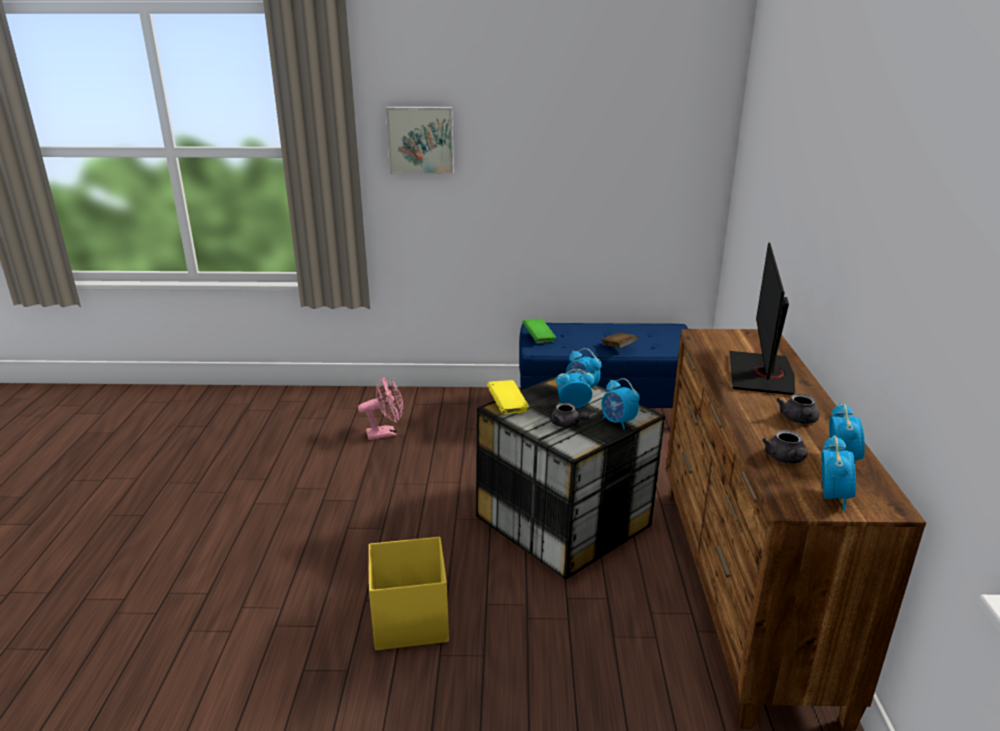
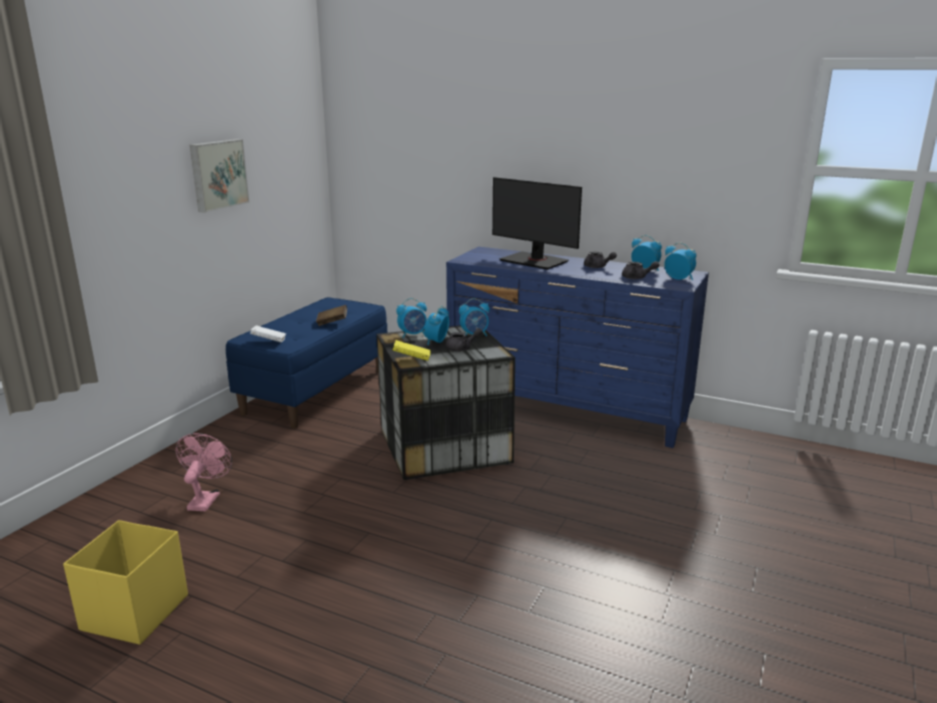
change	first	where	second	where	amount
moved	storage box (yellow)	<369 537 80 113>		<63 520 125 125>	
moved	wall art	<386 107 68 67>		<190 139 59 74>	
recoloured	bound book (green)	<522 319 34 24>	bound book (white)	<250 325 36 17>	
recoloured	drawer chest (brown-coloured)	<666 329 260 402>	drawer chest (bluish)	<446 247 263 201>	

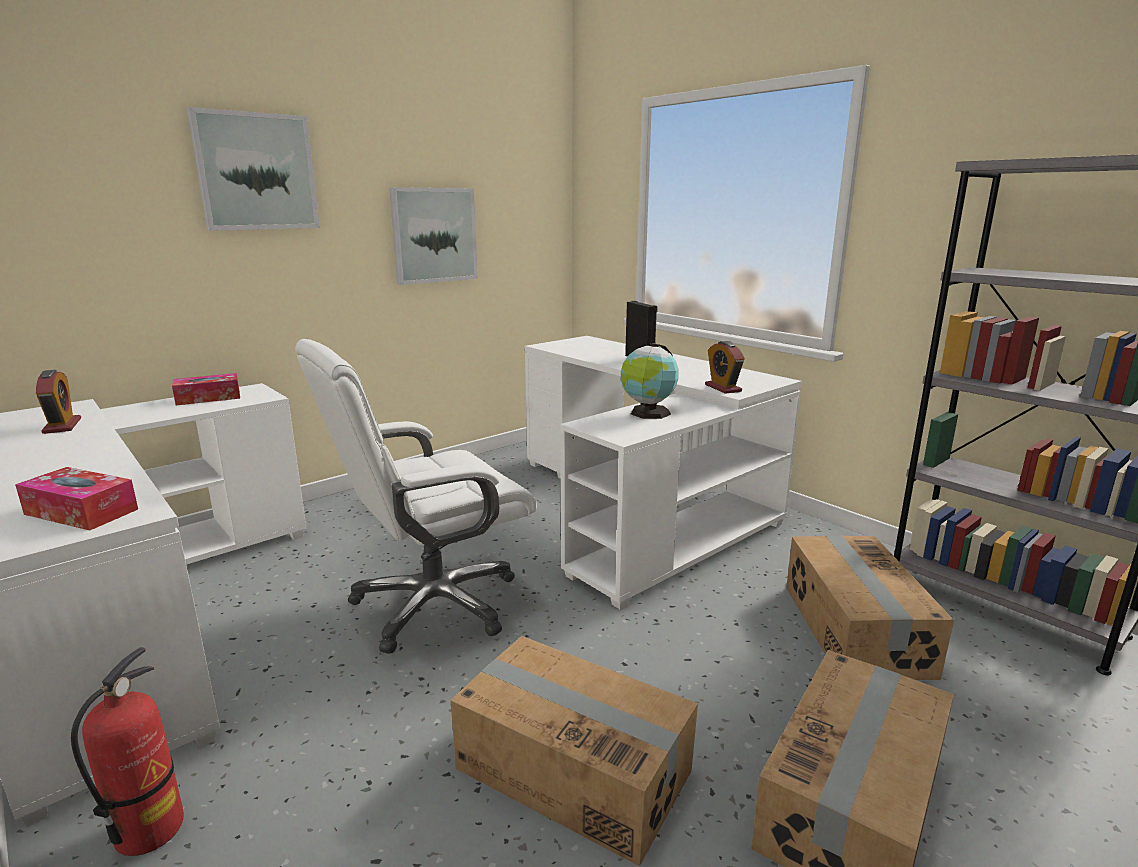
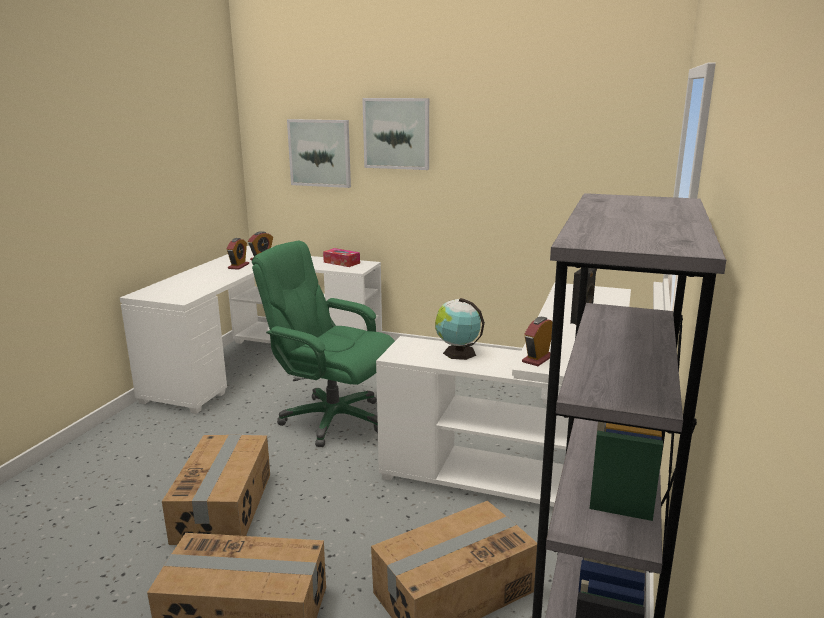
change	first	where	second	where	amount
removed	tissue holder	<15 467 123 64>			
removed	fire extinguisher	<71 647 113 209>			
added			alarm clock	<227 238 22 32>	
moved	wall art	<389 187 89 98>		<287 119 64 69>	
recoloured	computer chair (white)	<295 339 242 315>	computer chair (green)	<252 241 143 206>	

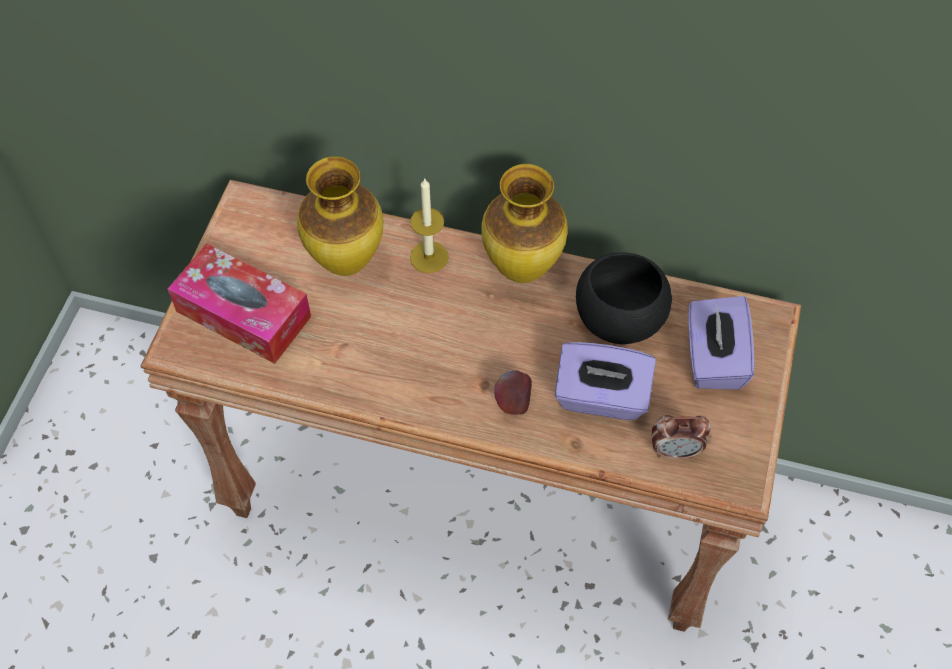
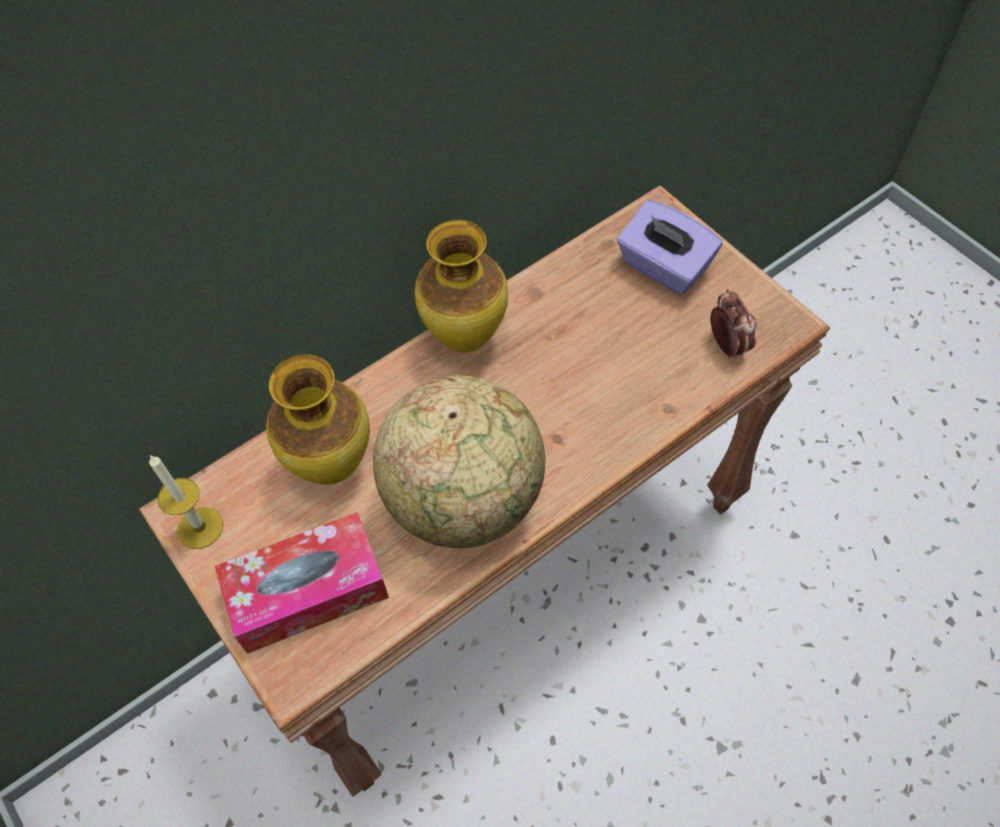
change	first	where	second	where	amount
removed	whole apple	<494 370 38 45>			
removed	tissue holder (purplish)	<555 342 101 78>			
removed	bowl (blackish)	<576 252 96 92>			
added			world globe	<373 375 172 173>	
moved	wax candle	<410 179 39 94>		<149 455 74 94>	
turned	alarm clock	<652 415 59 44>		<711 289 46 70>	60 degrees counterclockwise

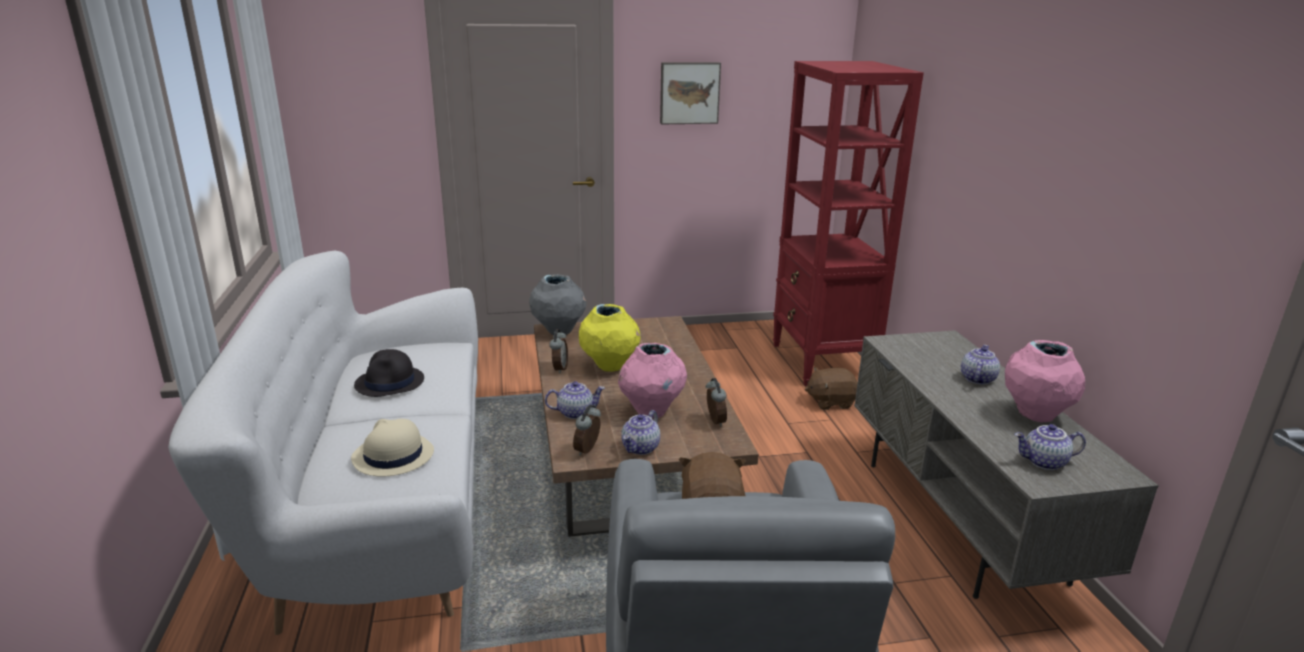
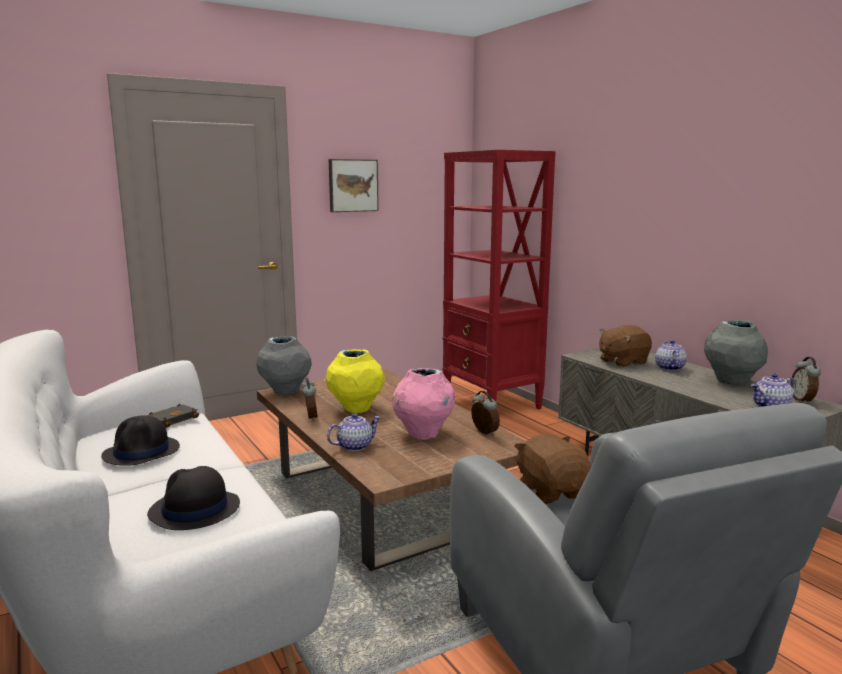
change	first	where	second	where	amount
removed	pot for tea	<621 410 39 45>			
added			bound book (blackish)	<147 403 52 25>	
moved	alarm clock	<573 405 28 51>		<790 357 31 47>	
moved	cuddly toy (brown-coloured)	<805 367 53 43>		<599 325 53 42>	
recoloured	clothing hat (beige-coloured)	<351 419 83 58>	clothing hat (blackish)	<147 466 93 64>	
recoloured	vase (pink)	<1005 340 80 83>	vase (greyish)	<704 320 64 66>	

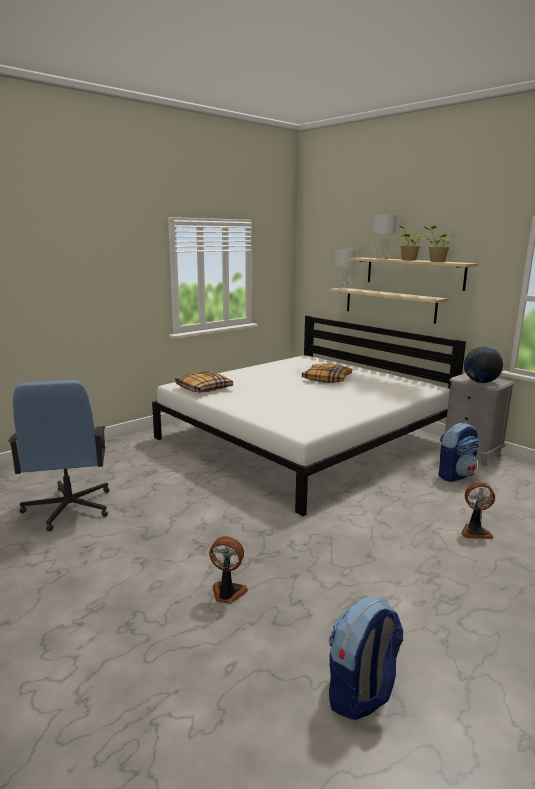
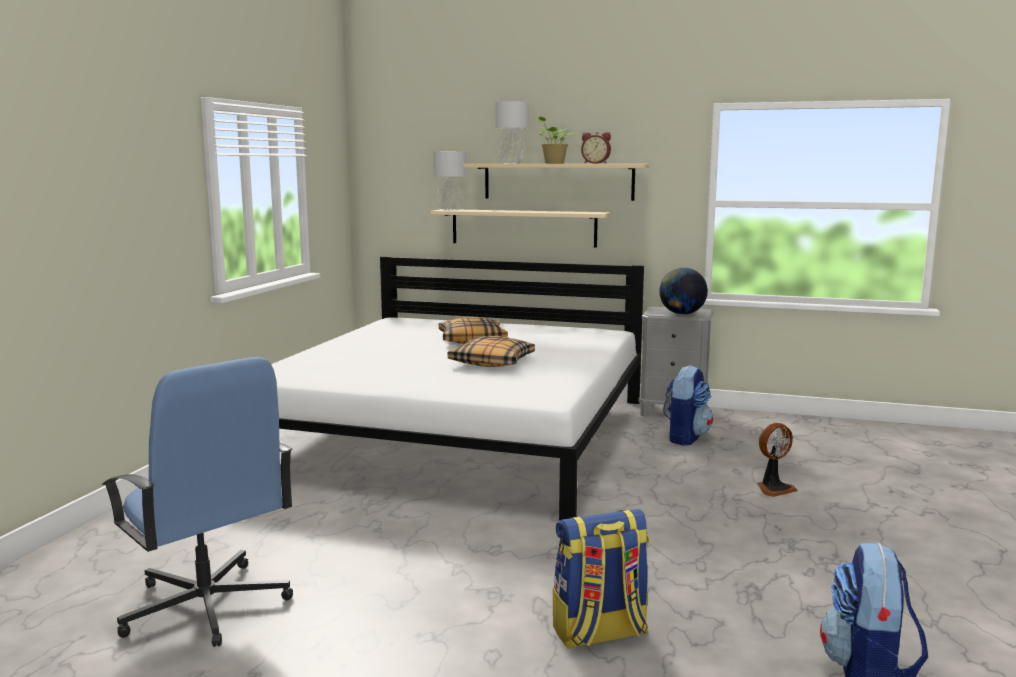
change	first	where	second	where	amount
moved	throw pillow	<175 372 58 20>		<447 336 88 31>	
replaced	electric fan	<209 536 39 68>	knapsack	<553 509 96 140>	
replaced	plant in a pot	<423 226 29 36>	alarm clock	<581 132 30 32>	

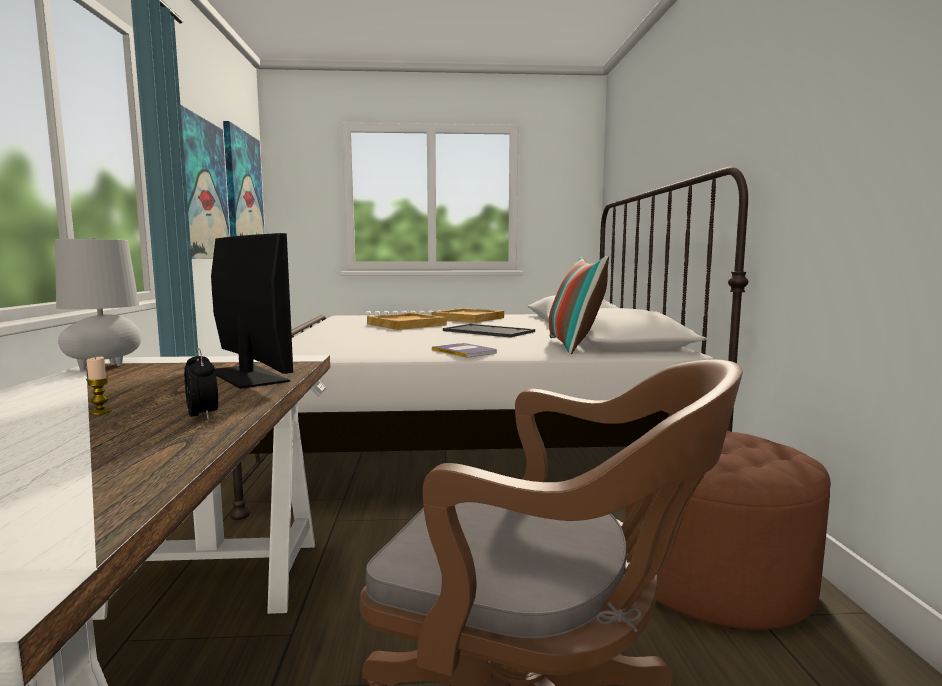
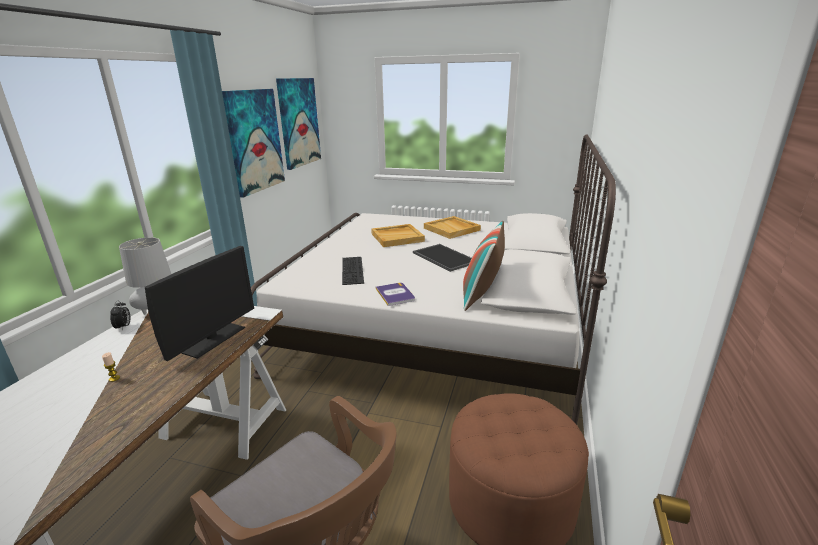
change	first	where	second	where	amount
added			PC keyboard	<342 257 22 28>	
moved	alarm clock	<184 348 34 72>		<110 300 20 31>	
turned	computer display	<211 233 82 156>		<145 246 109 115>	45 degrees clockwise

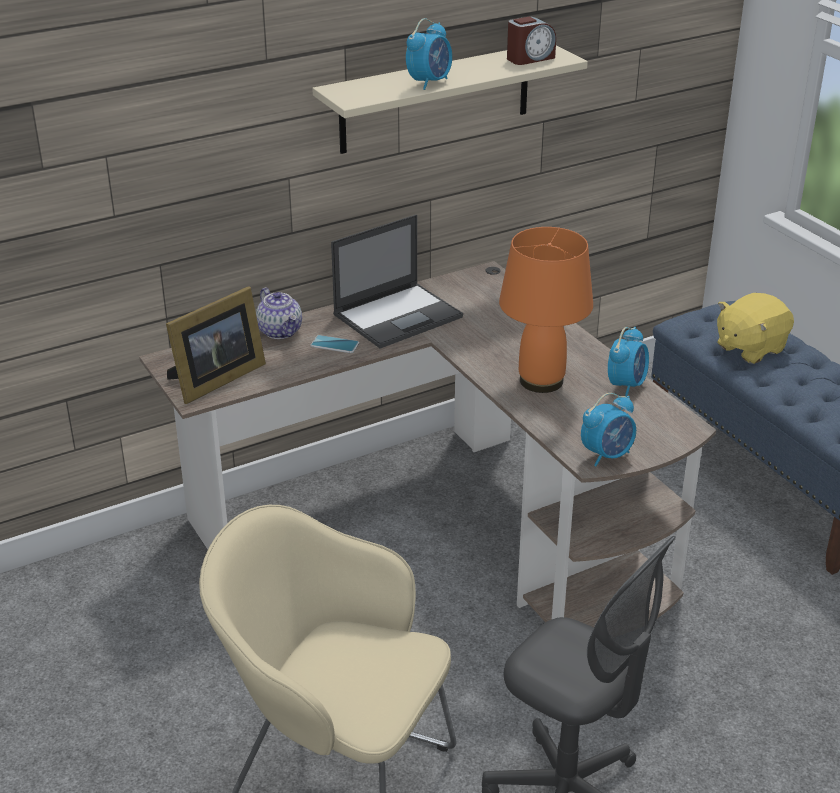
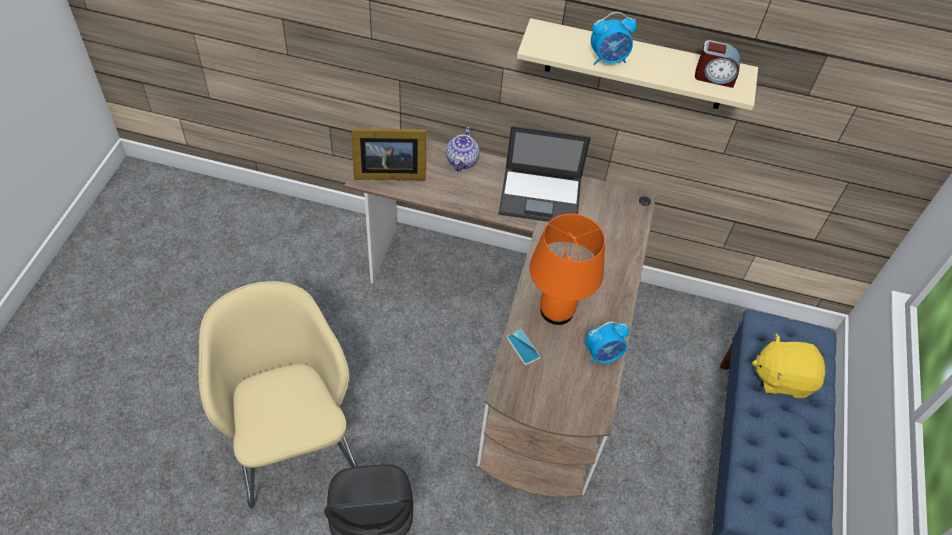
change	first	where	second	where	amount
removed	alarm clock	<581 393 55 74>			
moved	phone	<310 335 49 18>		<507 330 33 35>	

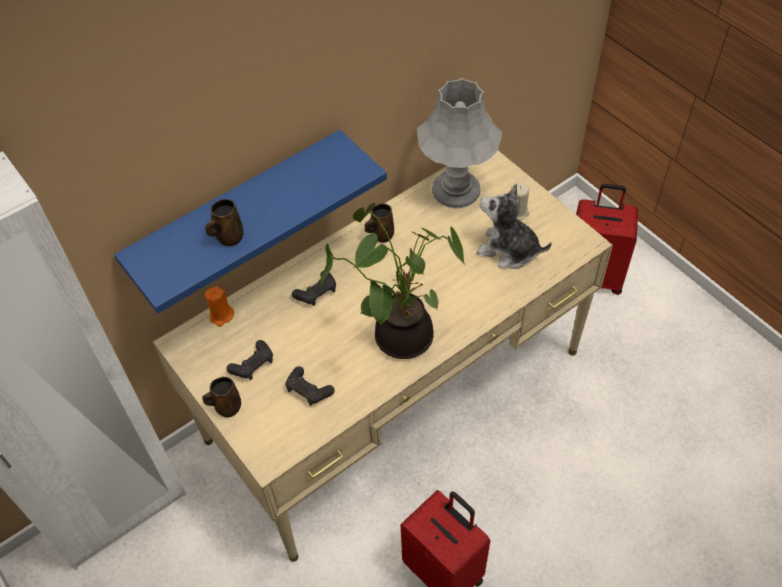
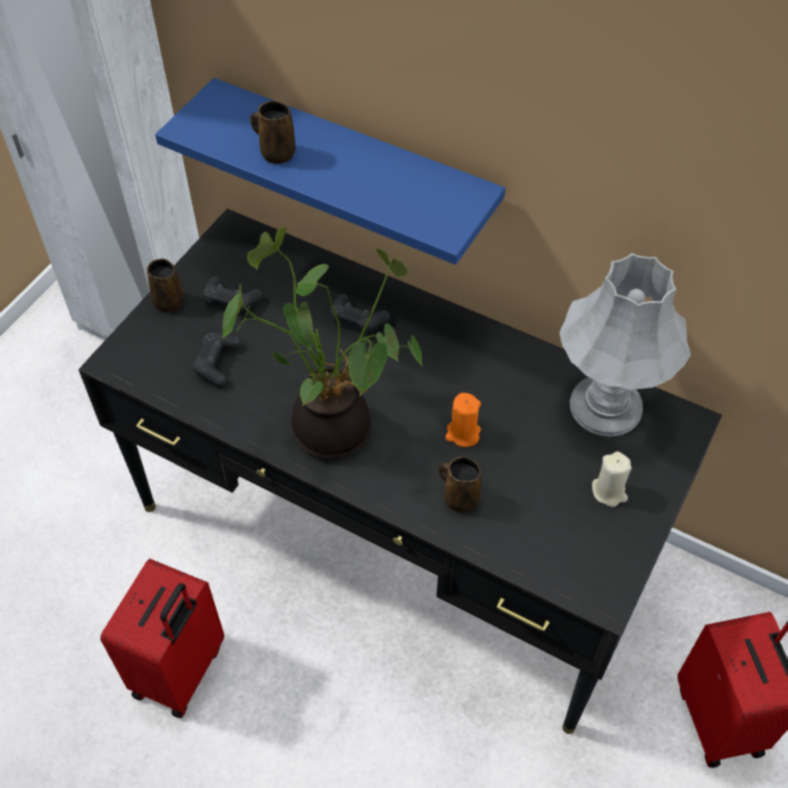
change	first	where	second	where	amount
removed	cuddly toy	<477 184 75 85>			
moved	wax candle (orange-coloured)	<205 286 29 41>		<445 393 36 54>	
moved	coffee mug (brown-coloured)	<365 204 29 39>		<438 456 44 57>	
recoloured	desk (beige-coloured)	<153 150 460 412>	desk (blackish)	<78 209 644 525>	

